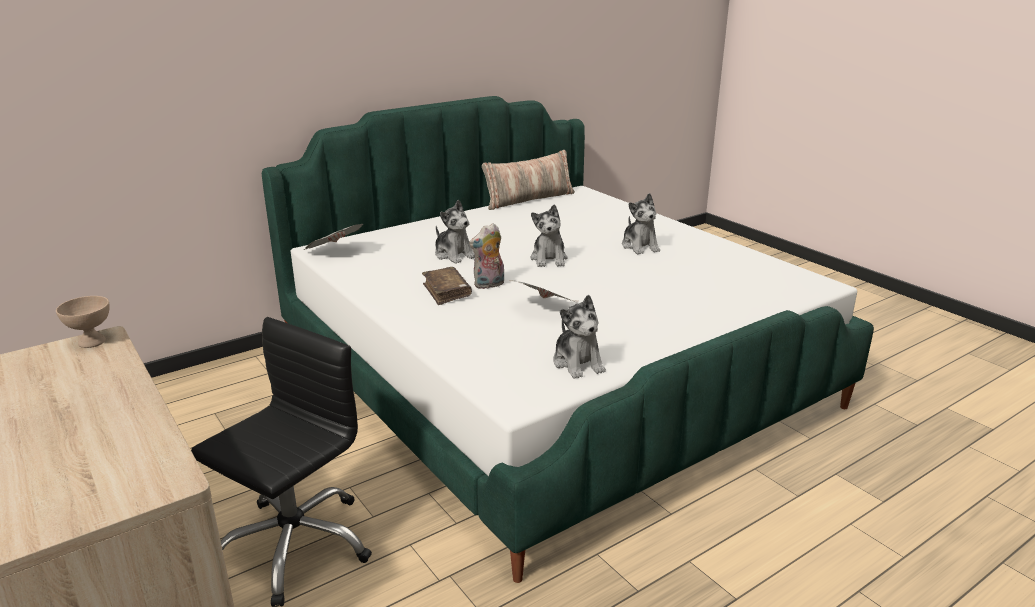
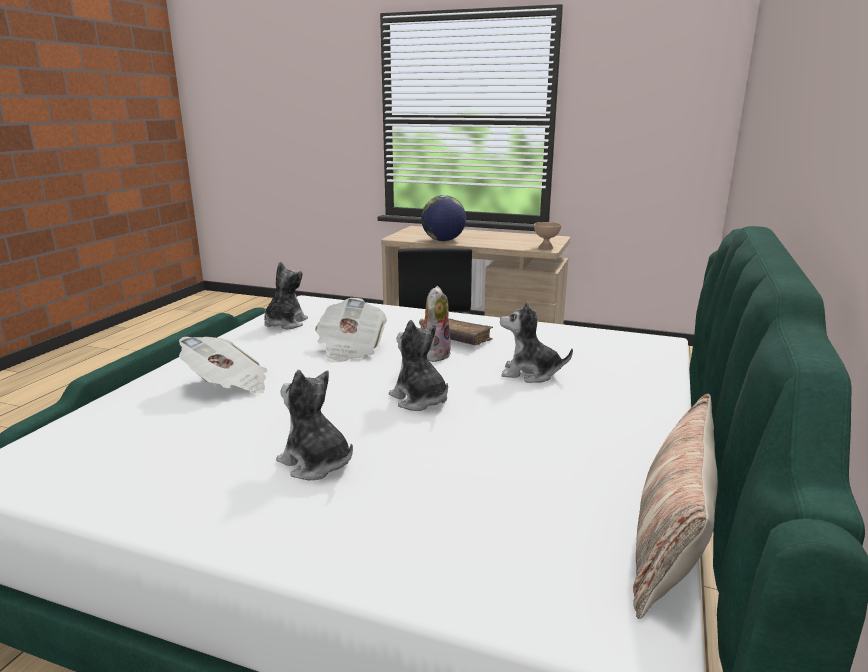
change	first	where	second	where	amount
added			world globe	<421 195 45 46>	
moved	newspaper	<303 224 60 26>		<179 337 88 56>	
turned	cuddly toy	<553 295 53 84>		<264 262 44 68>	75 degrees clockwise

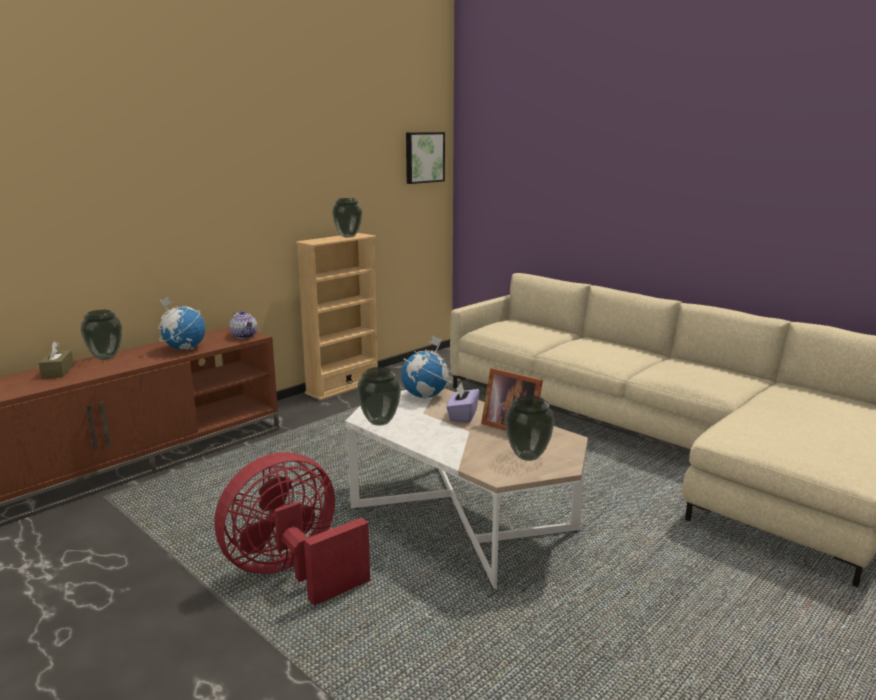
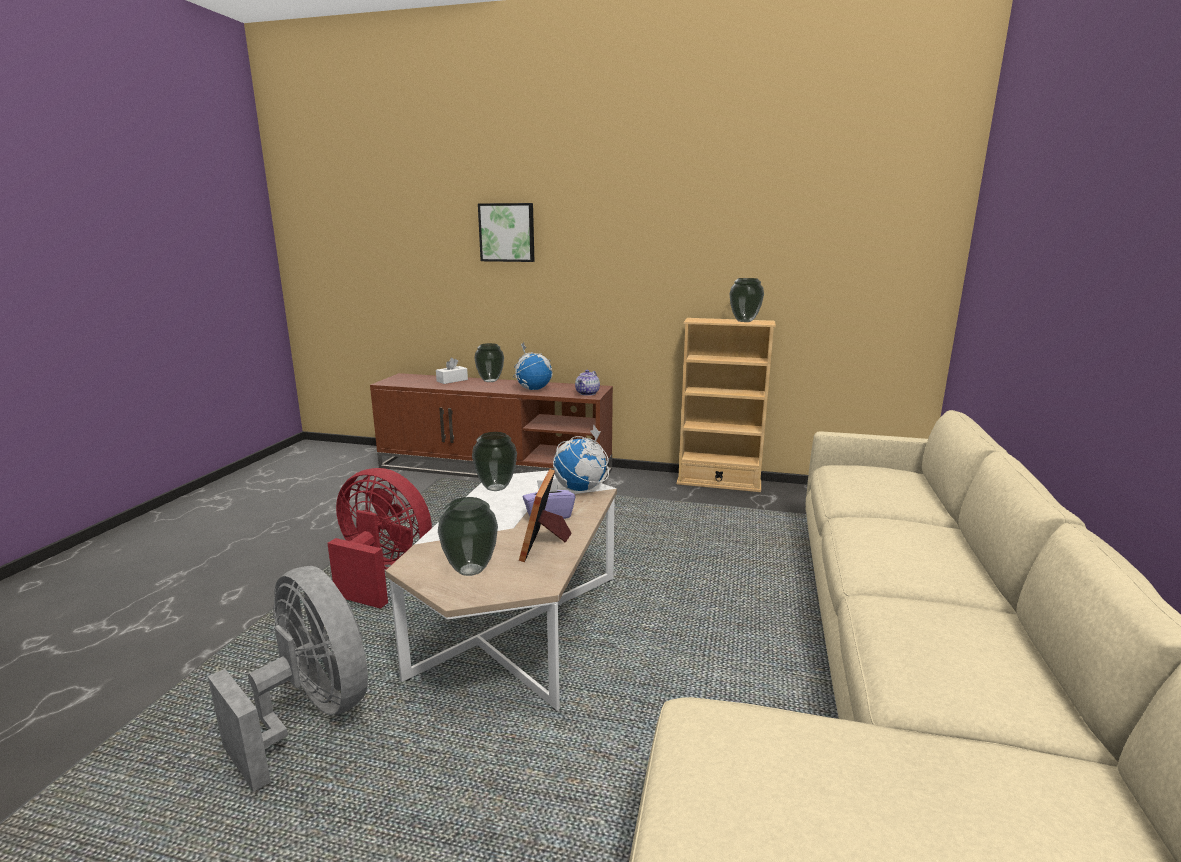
change	first	where	second	where	amount
added			electric fan (greyish)	<208 566 160 226>	
moved	wall art	<406 132 39 52>		<478 203 57 59>	
recoloured	tissue holder (brown-coloured)	<39 341 35 38>	tissue holder (white)	<436 358 32 26>	

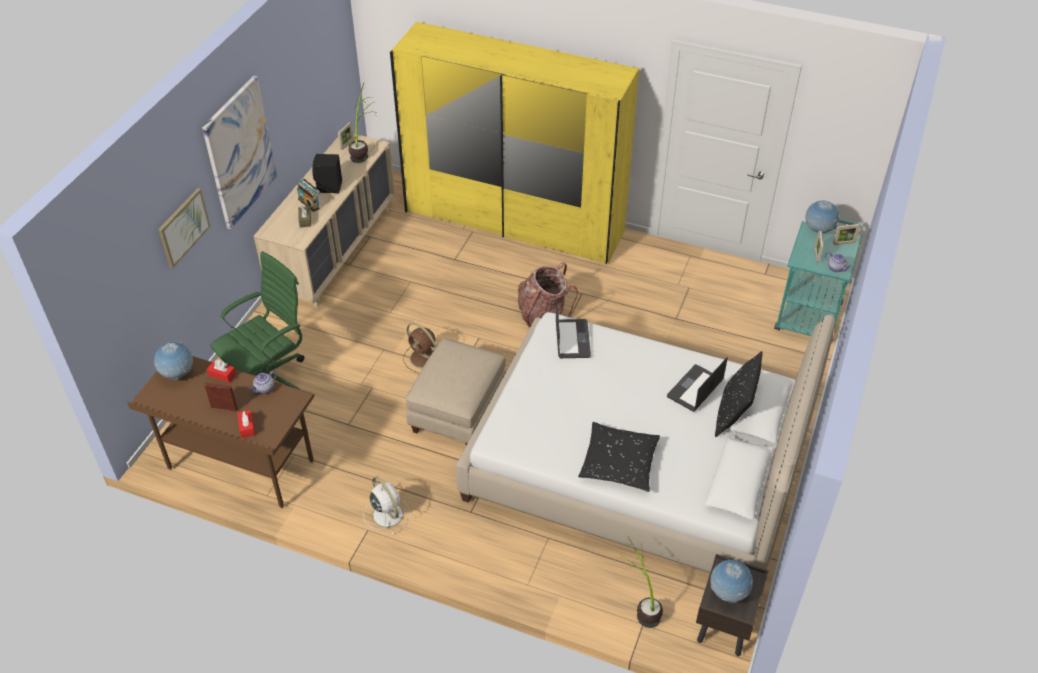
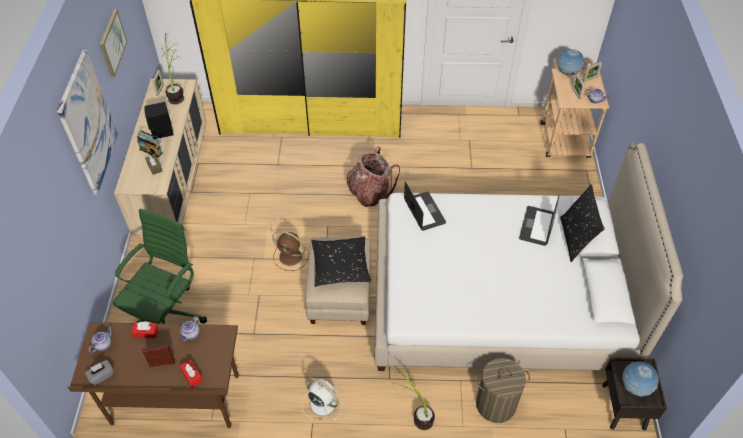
change	first	where	second	where	amount
added			tissue holder (greyish)	<85 360 28 25>	
added			washing basket	<476 358 54 65>	
moved	wall art	<158 188 52 80>		<100 9 27 68>	
moved	throw pillow (blackish)	<578 422 82 70>		<311 237 61 50>	
moved	plant in a pot	<618 536 45 92>		<391 367 44 63>	
replaced	world globe	<154 342 39 38>	pot for tea	<89 327 23 26>	
recoloured	wheeled cart (blue-green)	<774 219 88 124>	wheeled cart (beige-coloured)	<540 58 69 100>	

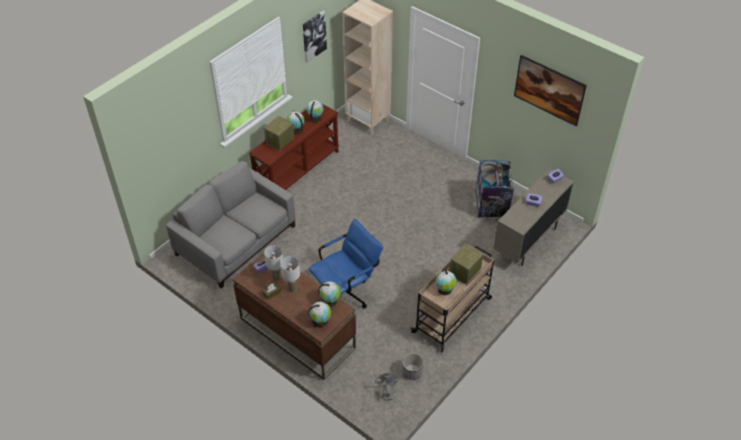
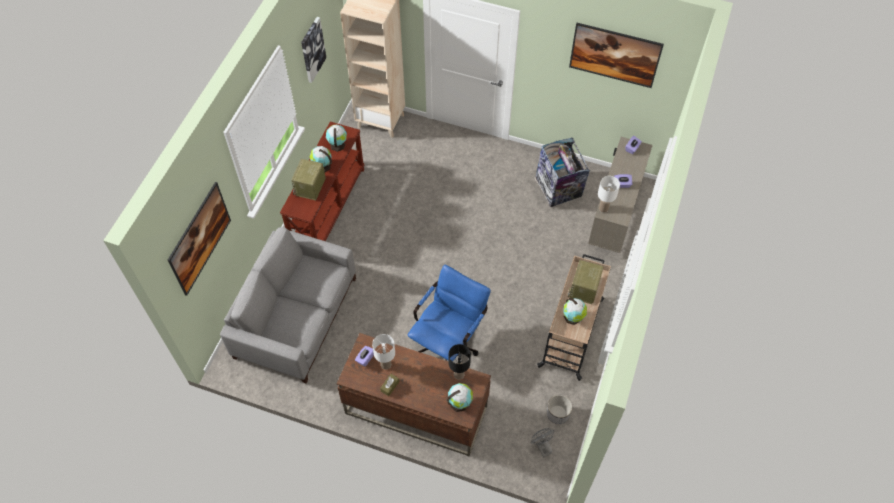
change	first	where	second	where	amount
added			wall art	<168 182 63 114>	
moved	lamp for a table (white)	<281 256 19 36>		<598 176 22 37>	
replaced	world globe	<318 281 22 26>	lamp for a table (blackish)	<449 344 22 35>	

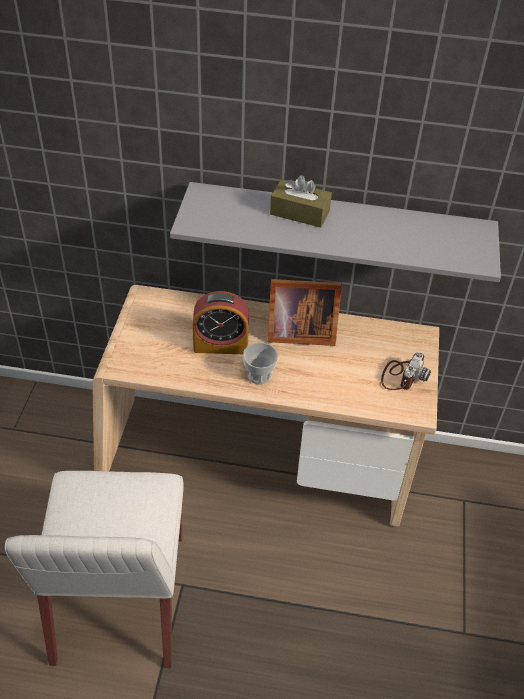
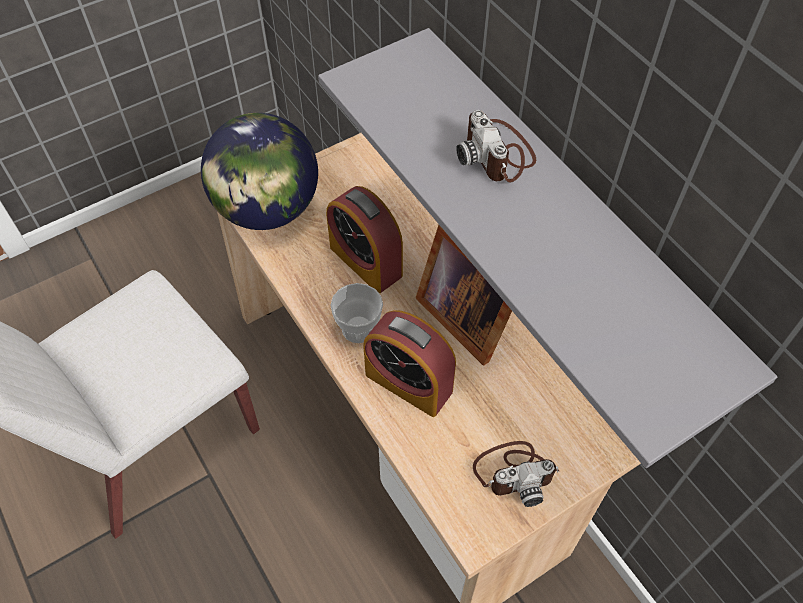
change	first	where	second	where	amount
added			world globe	<201 113 117 117>	
added			alarm clock	<363 310 93 107>	
replaced	tissue holder (brown-coloured)	<270 175 62 52>	photo camera	<456 110 80 73>	

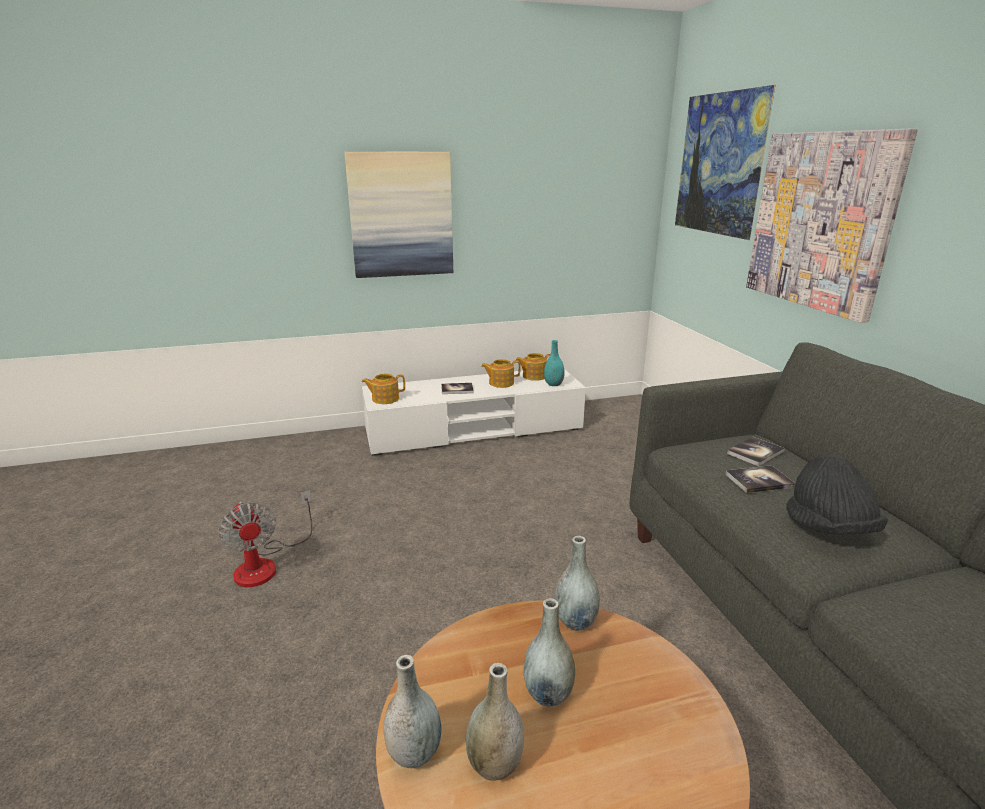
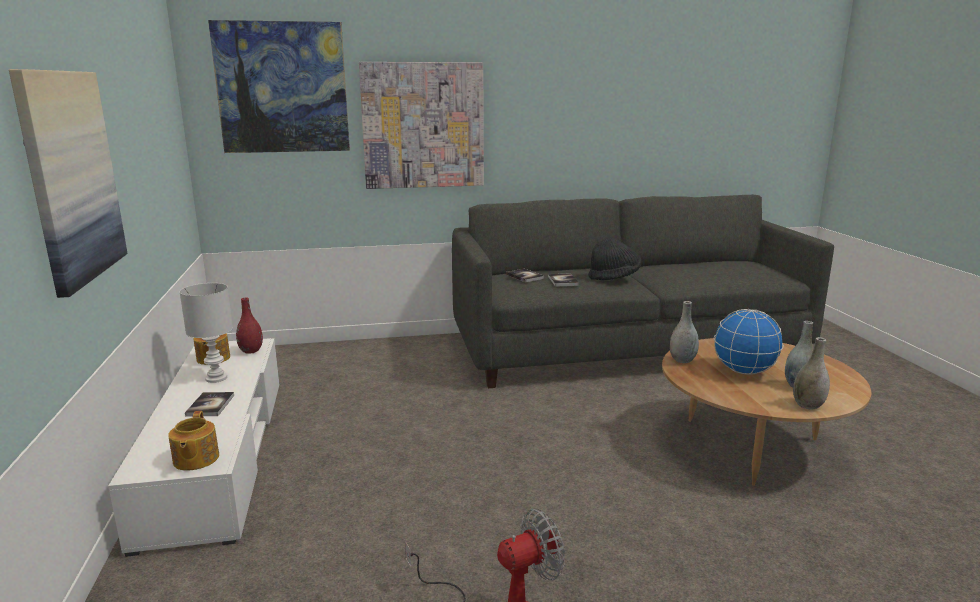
change	first	where	second	where	amount
replaced	pot for tea	<481 359 40 29>	lamp for a table (white)	<179 283 54 100>	
replaced	vase (greyish)	<524 598 51 109>	world globe	<714 309 70 66>	
recoloured	vase (blue-green)	<544 340 21 46>	vase (red-coloured)	<236 297 27 57>	

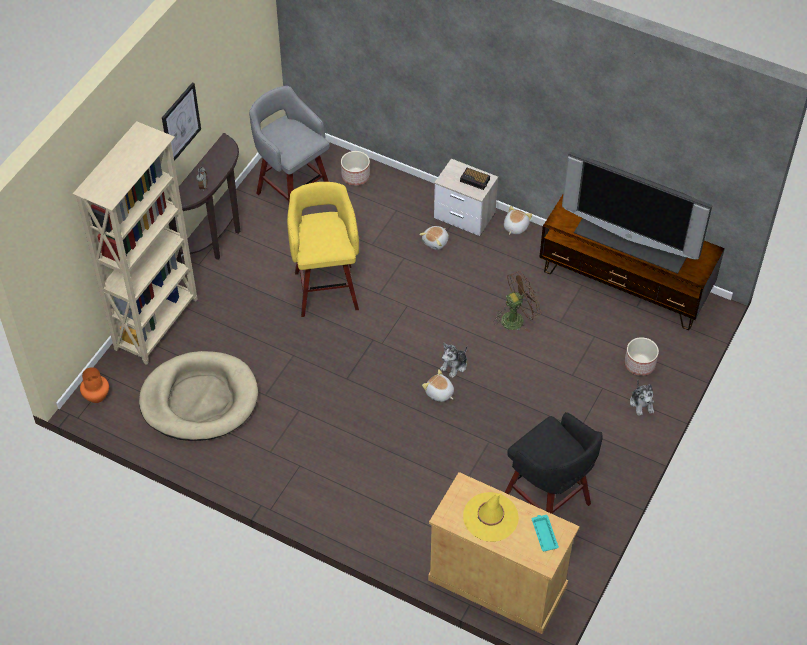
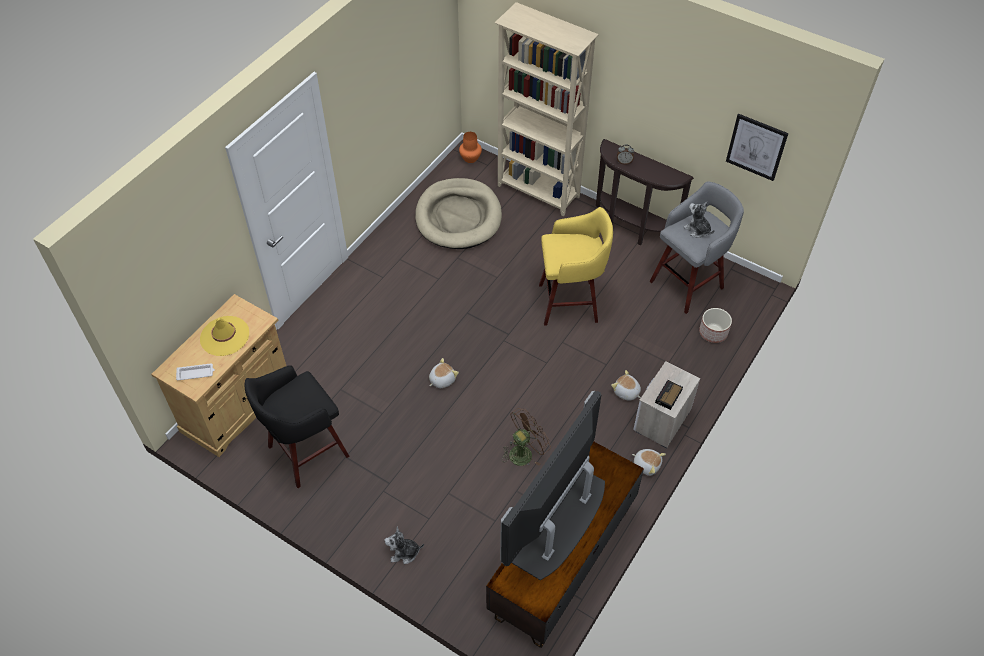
change	first	where	second	where	amount
removed	flower pot	<625 337 34 39>			
moved	wall art	<162 82 39 79>		<726 113 62 68>	
moved	cuddly toy	<440 343 27 35>		<684 202 31 36>	
recoloured	tray (blue-green)	<532 515 27 37>	tray (white)	<176 363 39 17>	
turned	electric fan (brown-coloured)	<493 271 48 61>		<503 408 48 58>	105 degrees counterclockwise

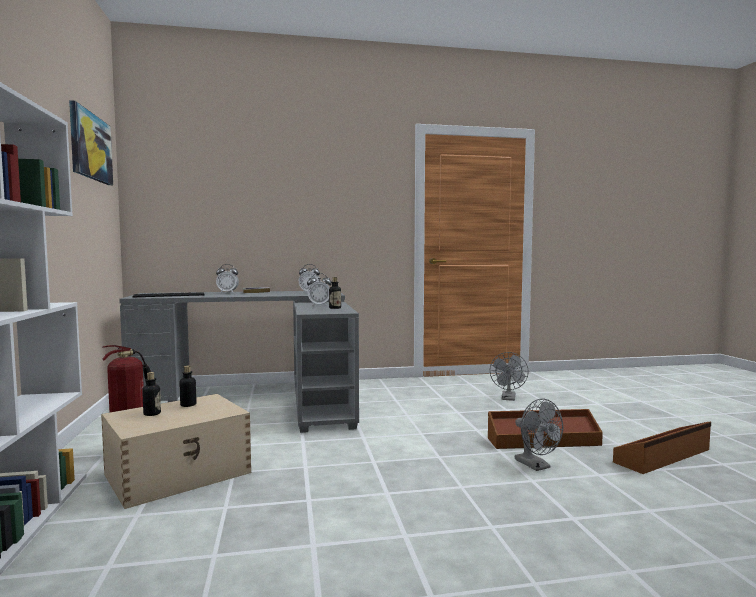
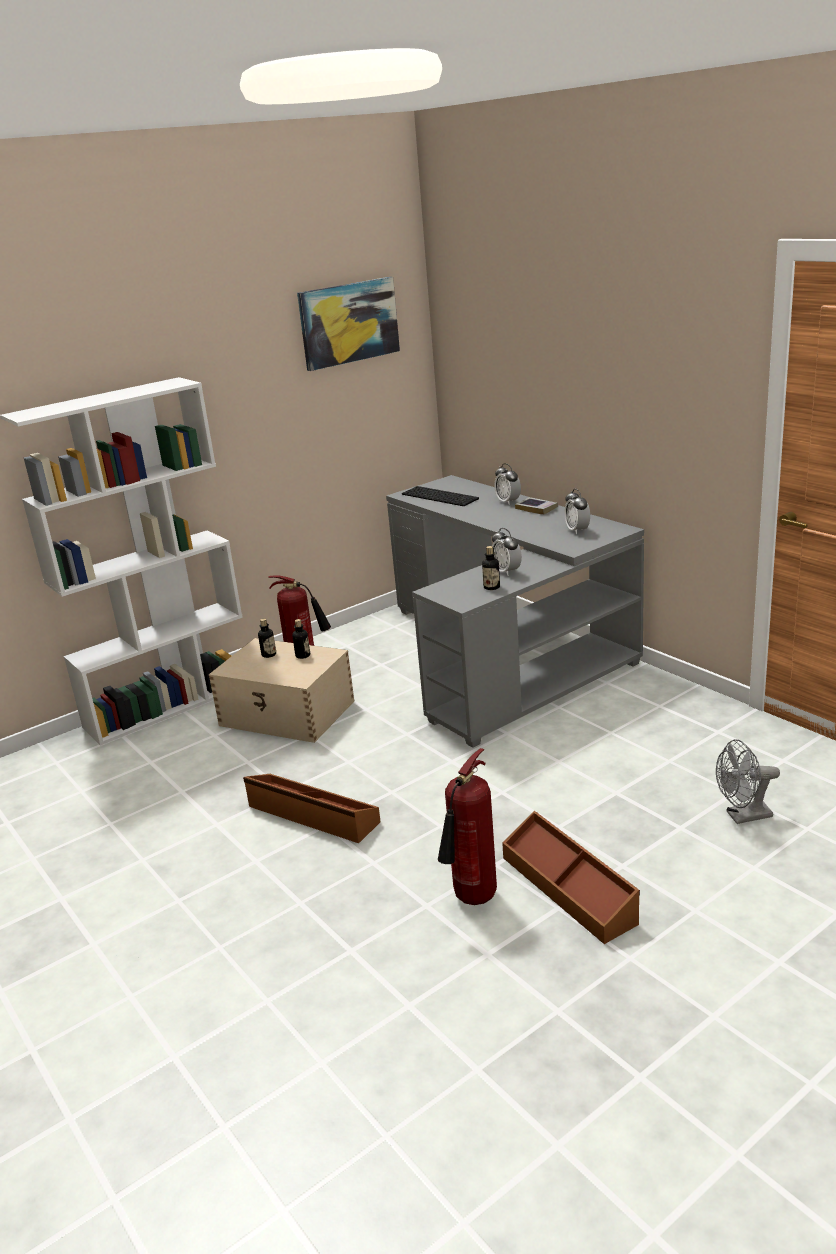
change	first	where	second	where	amount
moved	storage box (brown-coloured)	<613 422 98 52>		<243 774 138 69>	
replaced	electric fan (greyish)	<515 399 48 72>	fire extinguisher	<438 748 59 157>	

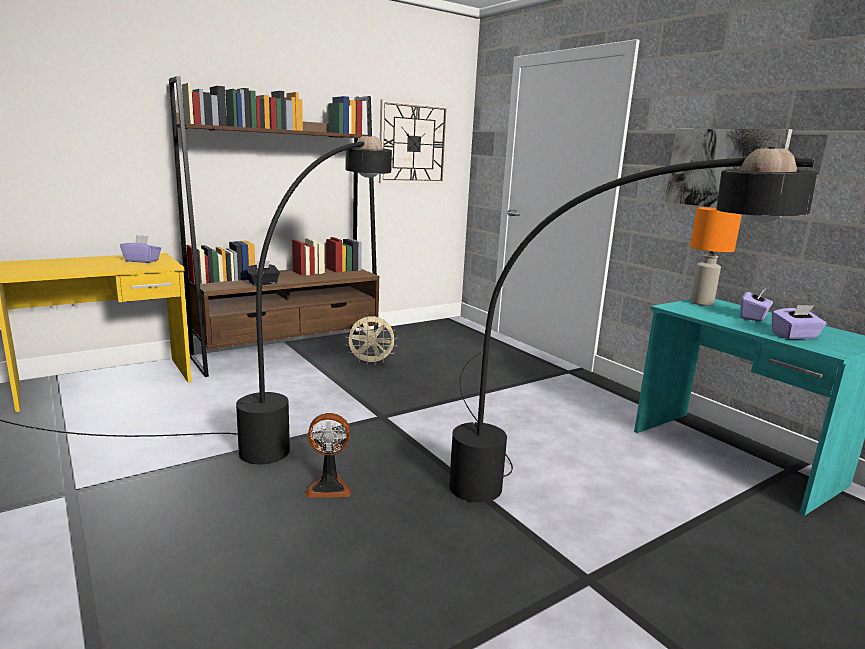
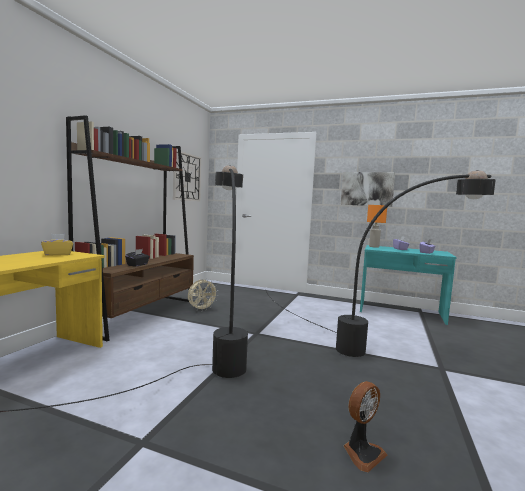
change	first	where	second	where	amount
moved	electric fan	<305 413 46 85>		<344 381 43 91>	
recoloured	tissue holder (purplish)	<120 235 41 28>	tissue holder (yellow)	<41 234 32 22>	

